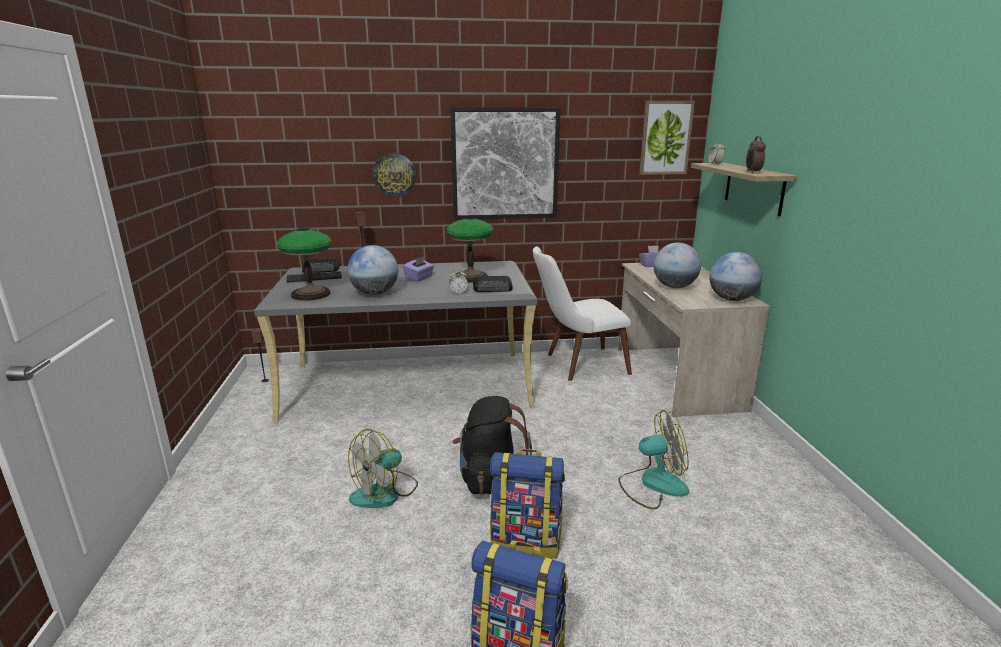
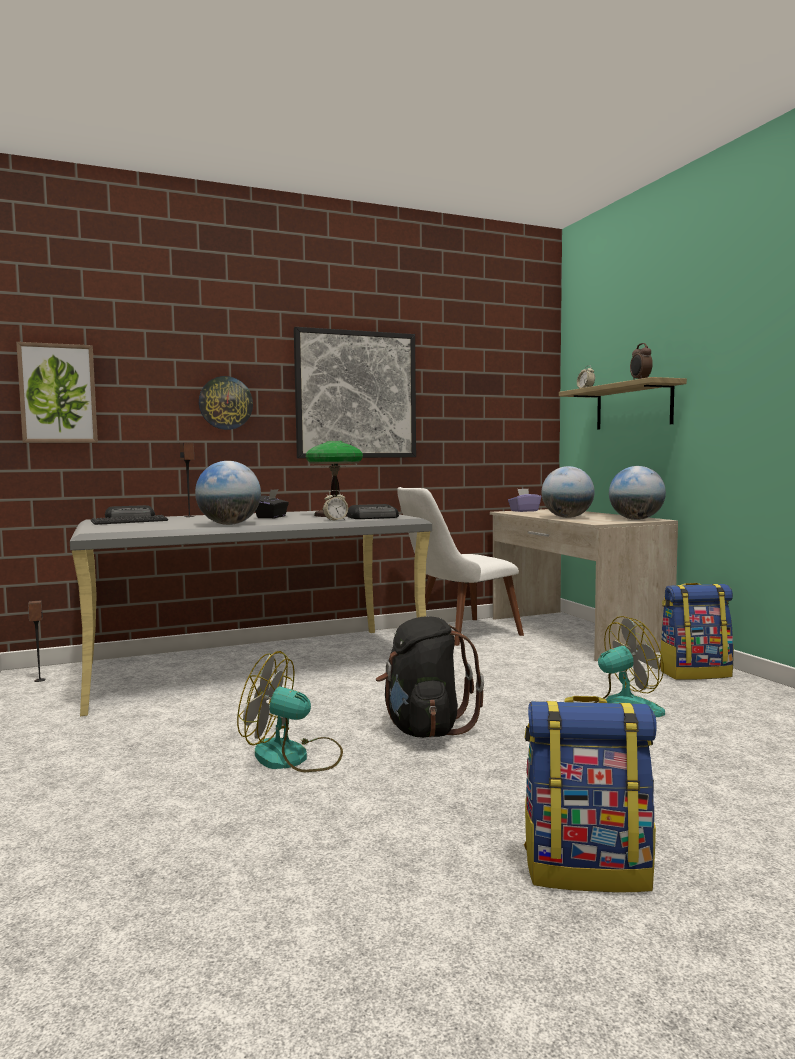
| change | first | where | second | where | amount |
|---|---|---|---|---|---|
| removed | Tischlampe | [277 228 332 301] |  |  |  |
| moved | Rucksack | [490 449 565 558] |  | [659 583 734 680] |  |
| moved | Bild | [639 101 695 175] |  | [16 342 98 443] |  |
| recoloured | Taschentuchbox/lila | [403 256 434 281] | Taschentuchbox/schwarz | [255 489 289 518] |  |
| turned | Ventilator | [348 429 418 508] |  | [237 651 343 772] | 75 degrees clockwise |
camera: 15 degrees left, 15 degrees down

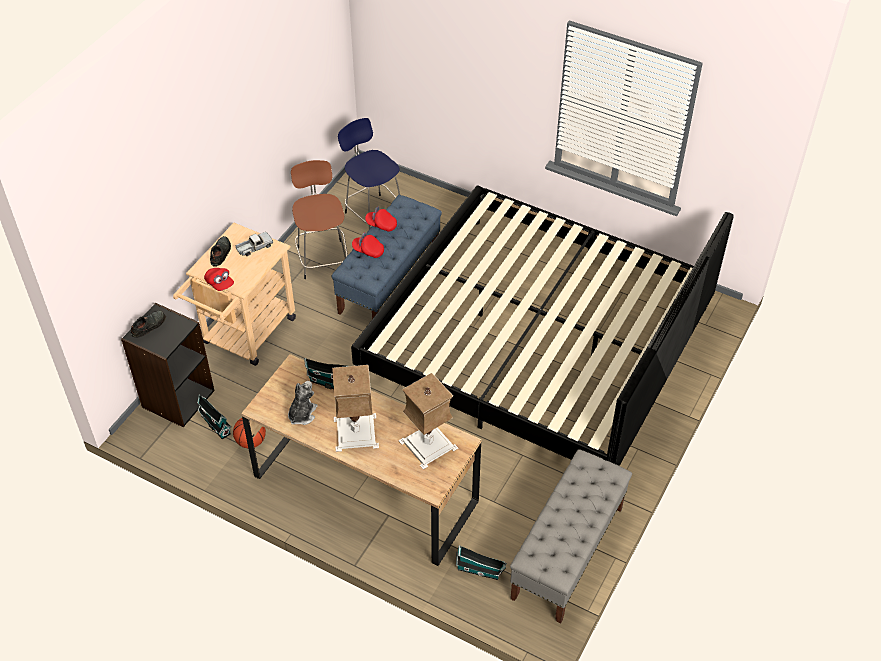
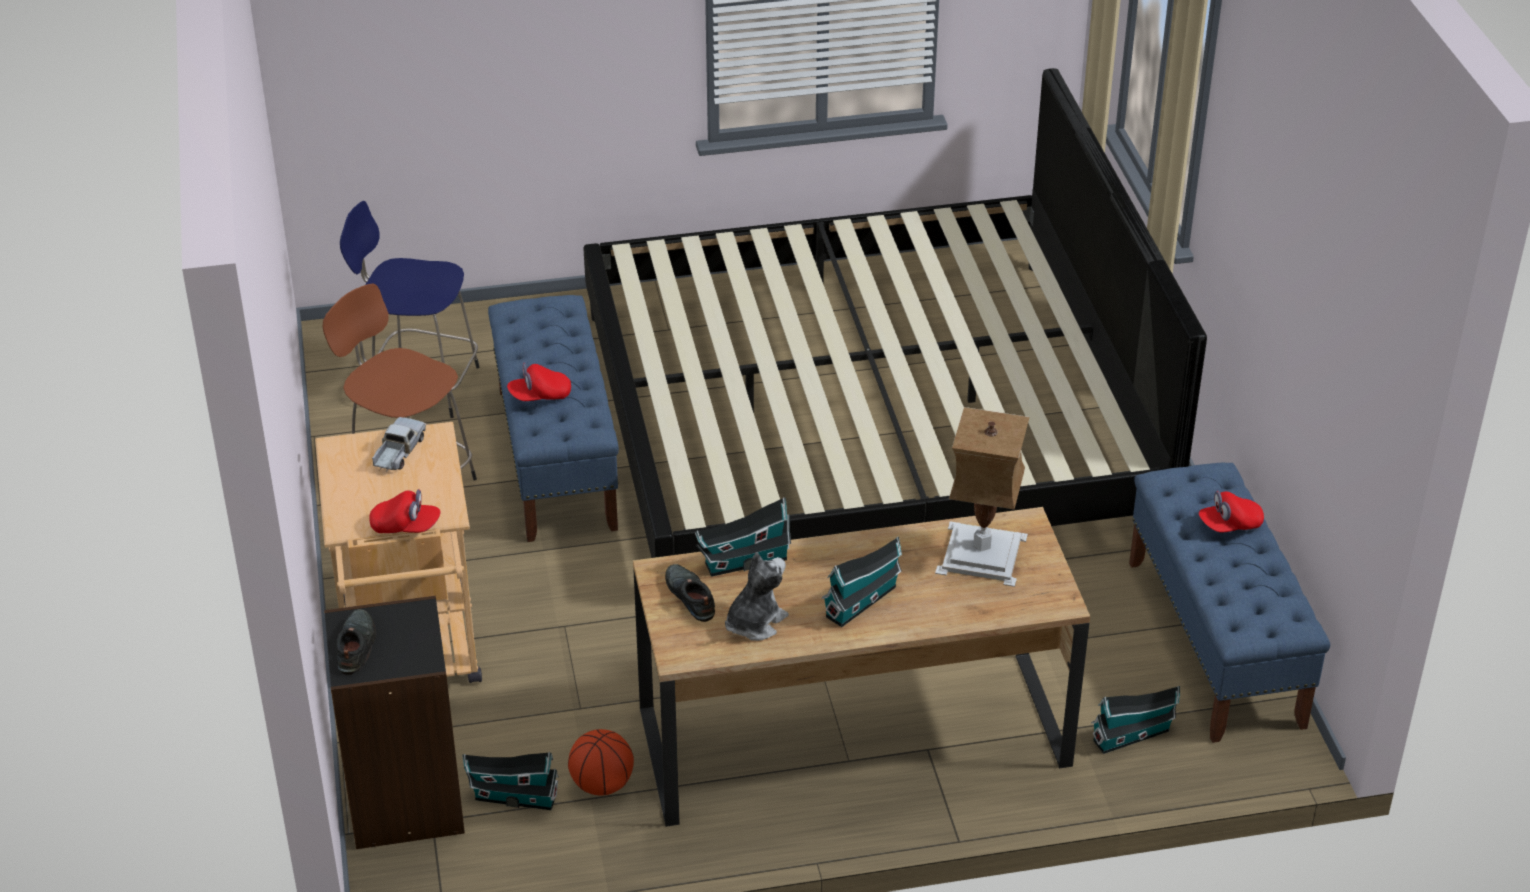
| change | first | where | second | where | amount |
|---|---|---|---|---|---|
| moved | Schuh/schwarz | [210 236 231 267] |  | [665 564 715 622] |  |
| moved | Kappe/rot | [365 207 397 232] |  | [1199 491 1264 533] |  |
| replaced | Tischlampe | [332 365 379 452] | Spielzeughaus | [821 537 902 627] |  |
| recoloured | Bank/grau | [510 449 632 624] | Bank/blau | [1129 463 1330 743] |  |
| turned | Plüschtier | [288 381 318 425] |  | [725 552 789 641] | 60 degrees clockwise |
camera: 40 degrees left, 10 degrees down

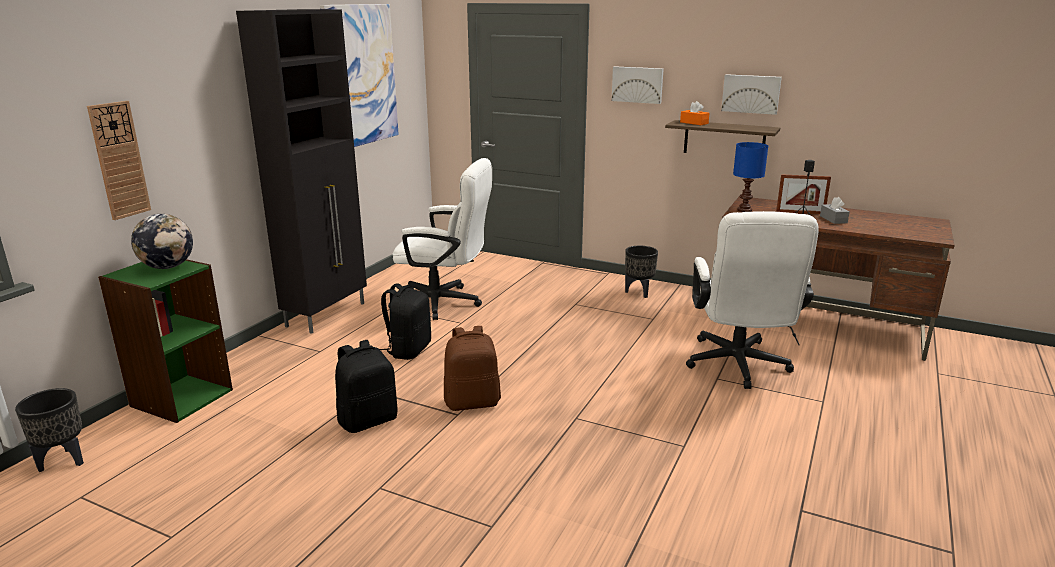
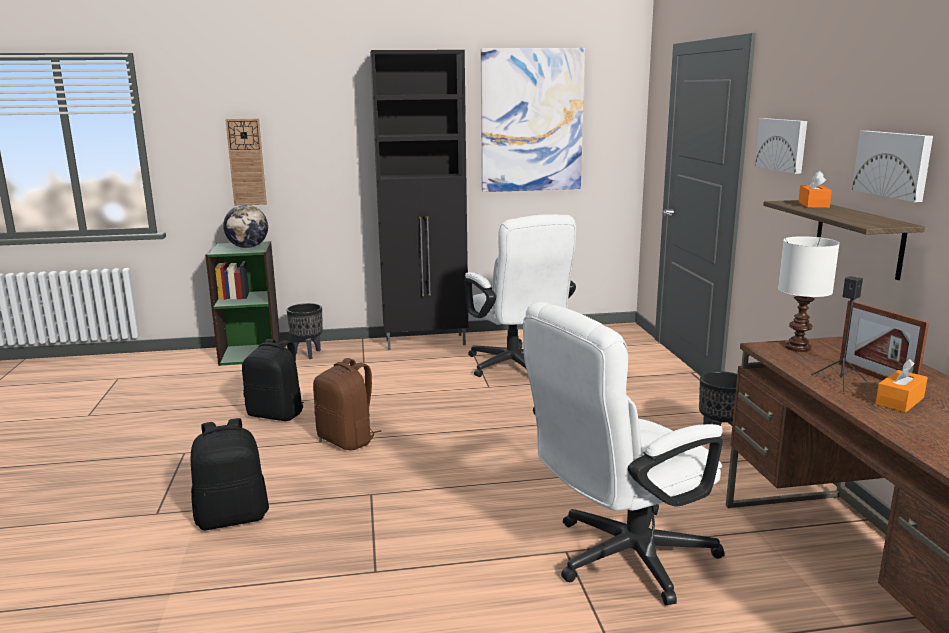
| change | first | where | second | where | amount |
|---|---|---|---|---|---|
| moved | Pflanzkübel/schwarz | [15 388 84 472] |  | [287 303 323 359] |  |
| moved | Rucksack/schwarz | [380 283 431 360] |  | [191 418 269 530] |  |
| recoloured | Tischlampe/blau | [733 142 768 212] | Tischlampe/weiß | [778 236 840 352] |  |
| recoloured | Taschentuchbox/grau | [820 197 850 224] | Taschentuchbox/orange | [875 359 928 413] |  |
camera: 55 degrees right, 5 degrees down

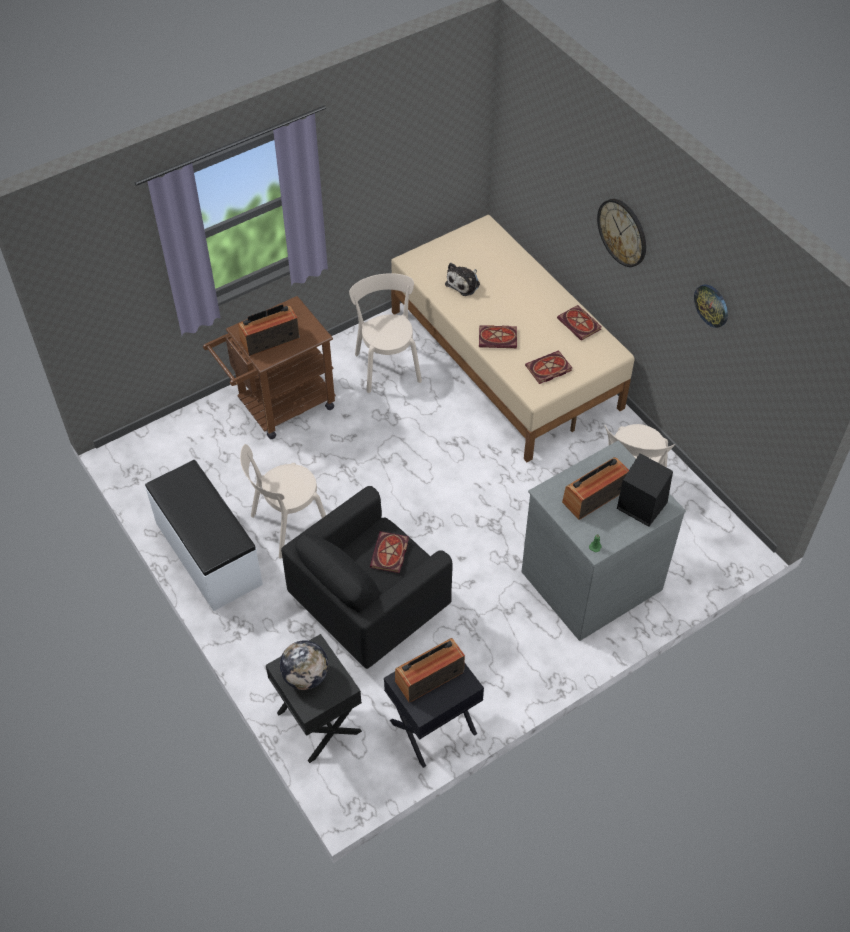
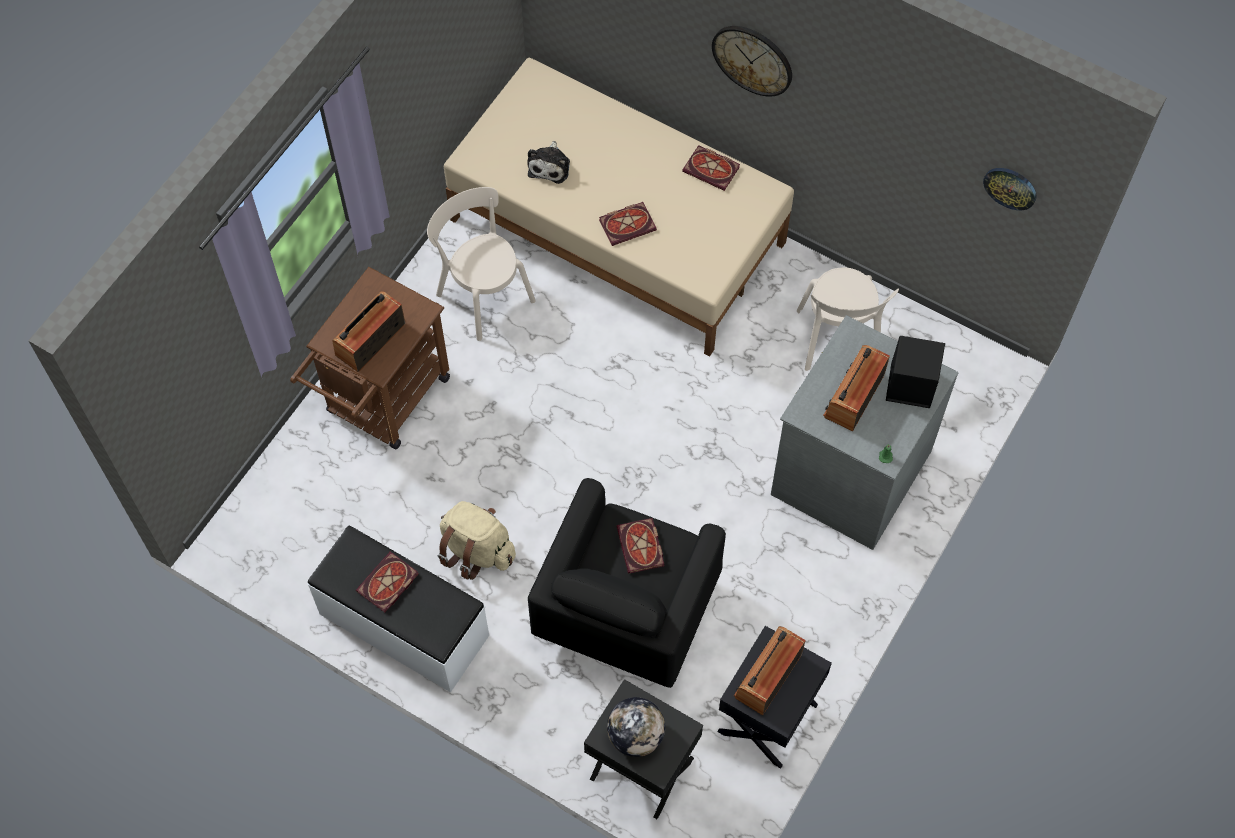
| change | first | where | second | where | amount |
|---|---|---|---|---|---|
| moved | Buch | [525 350 572 384] |  | [356 552 418 612] |  |
| moved | Wanduhr | [694 284 728 328] |  | [983 168 1037 210] |  |
| replaced | Stuhl/beige | [240 444 326 559] | Rucksack/beige | [438 501 516 580] |  |
camera: 25 degrees left, 10 degrees up

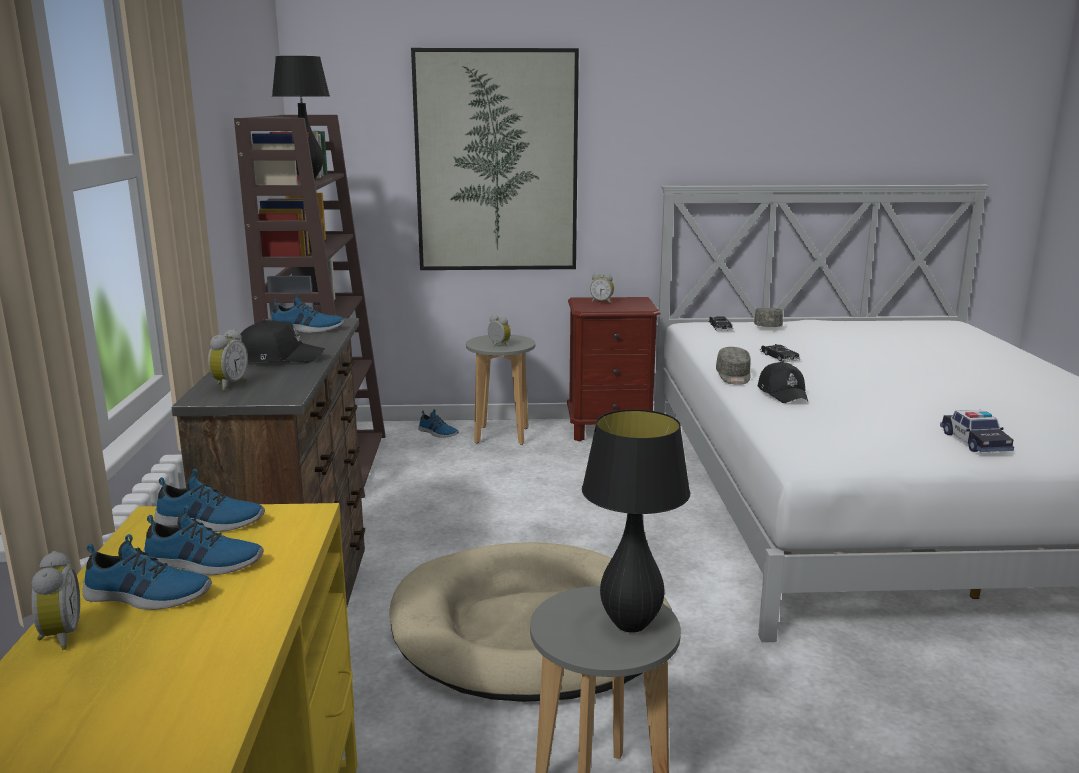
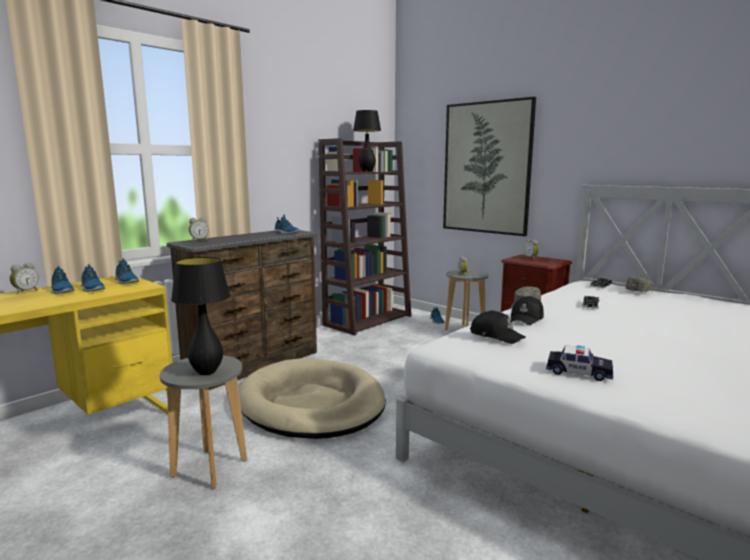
| change | first | where | second | where | amount |
|---|---|---|---|---|---|
| moved | Kappe/schwarz | [241 320 325 363] |  | [470 310 526 344] |  |
| turned | Spielzeugauto | [940 410 1014 452] |  | [546 345 613 381] | 105 degrees counterclockwise |
camera: 45 degrees right, 5 degrees down

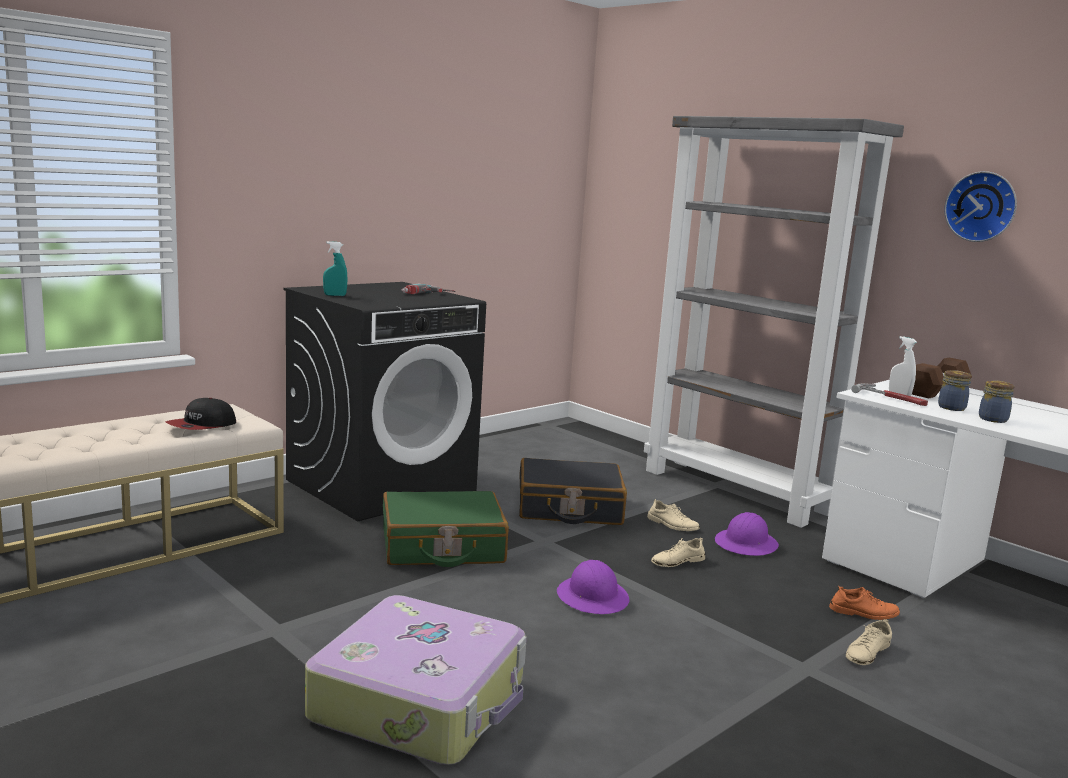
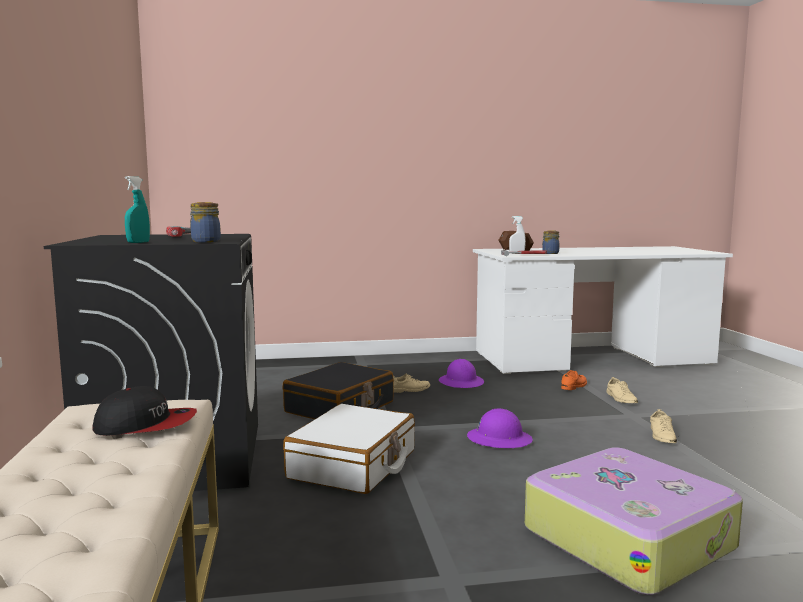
| change | first | where | second | where | amount |
|---|---|---|---|---|---|
| removed | Bücherregal/grau | [644 116 904 528] |  |  |  |
| removed | Wanduhr | [944 171 1017 242] |  |  |  |
| moved | Schuh/beige | [651 537 705 567] |  | [650 409 677 443] |  |
| moved | Vorratsglas | [979 380 1015 423] |  | [190 202 221 243] |  |
| recoloured | Koffer/grün | [383 491 509 567] | Koffer/weiß | [283 404 415 494] |  |
| turned | Kappe | [165 398 236 430] |  | [92 386 197 436] | 75 degrees counterclockwise |
camera: 55 degrees left, 5 degrees down

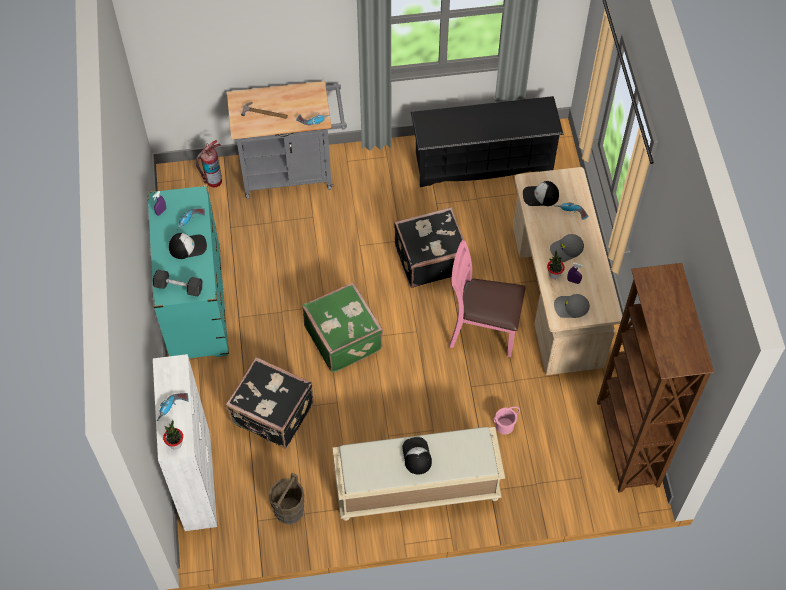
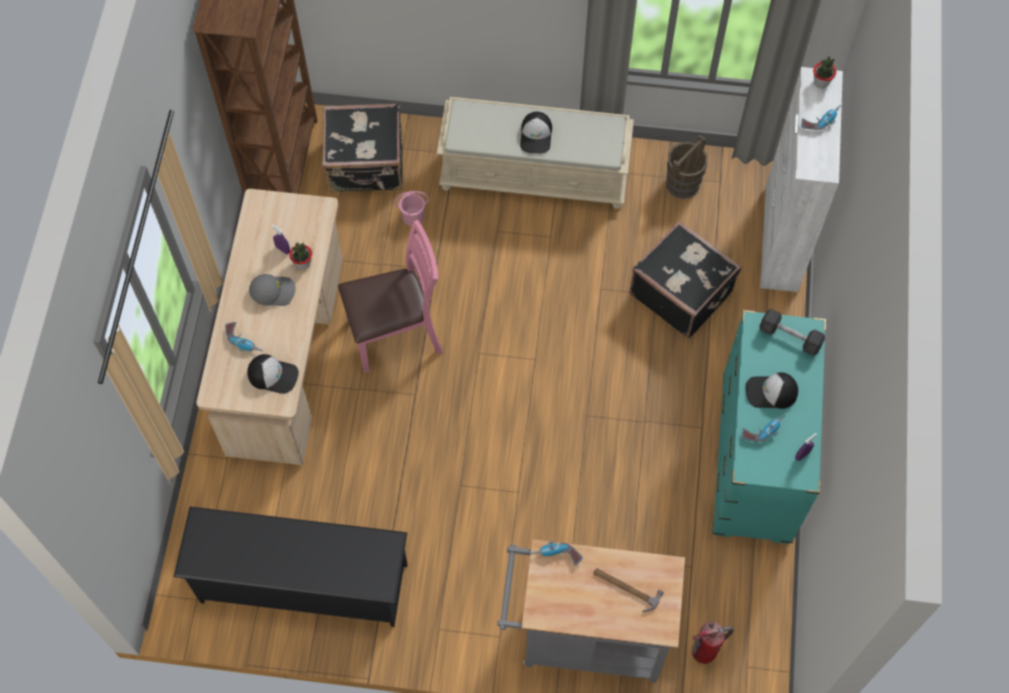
| change | first | where | second | where | amount |
|---|---|---|---|---|---|
| removed | Koffer/grün | [302 282 383 373] |  |  |  |
| removed | Kappe/grau | [554 294 590 318] |  |  |  |
| moved | Koffer/schwarz | [394 207 465 288] |  | [322 103 403 192] |  |
| turned | Stuhl/rosa | [449 240 526 357] |  | [338 220 442 373] | 45 degrees counterclockwise |
camera: 165 degrees left, 5 degrees up

